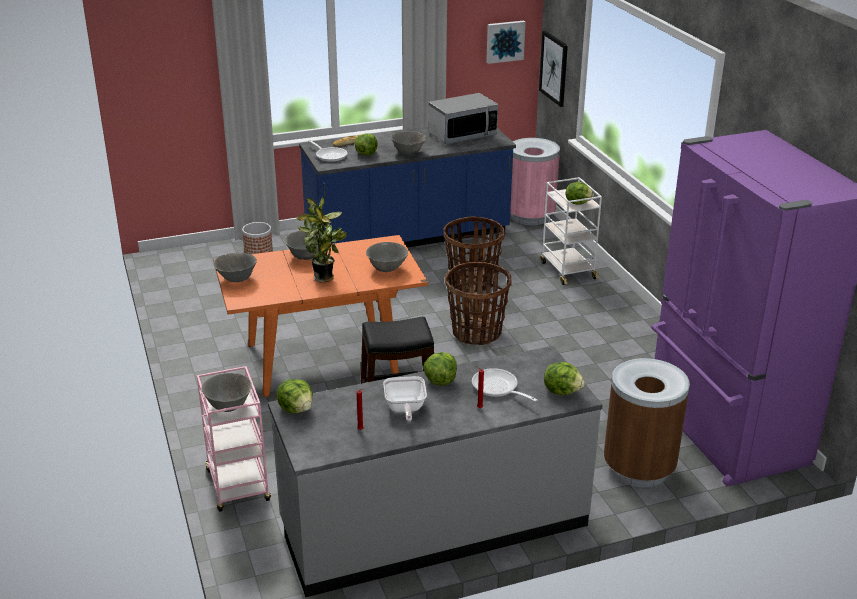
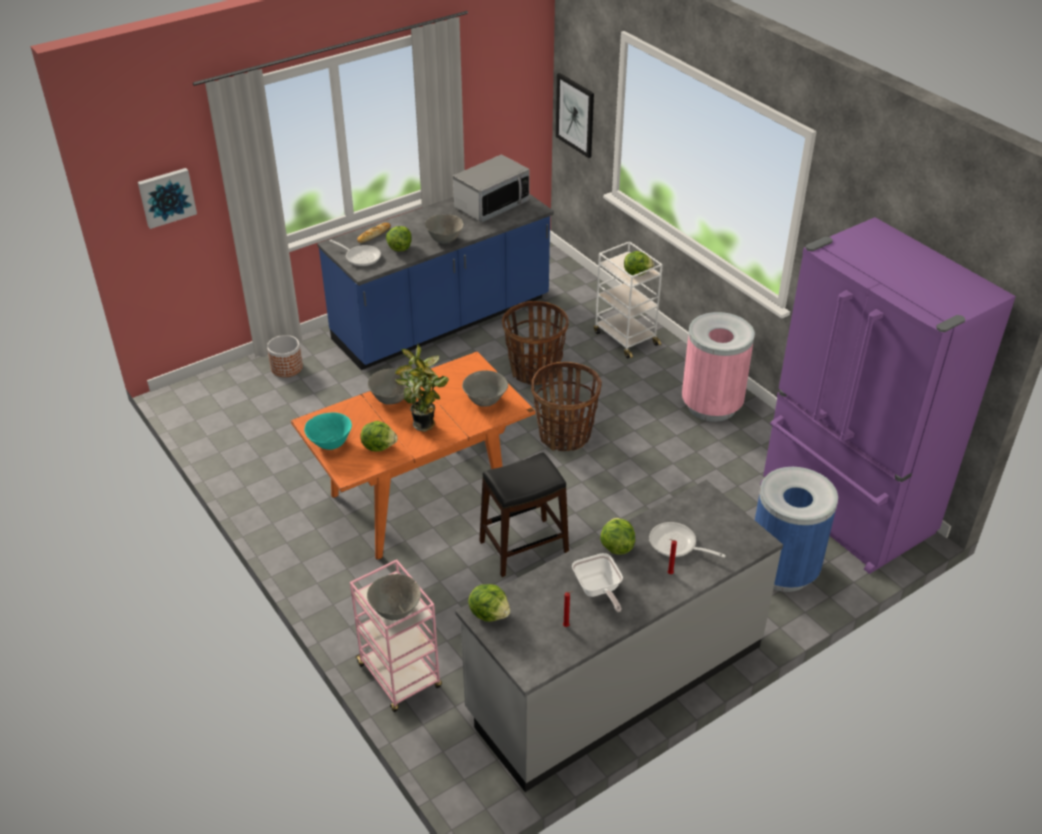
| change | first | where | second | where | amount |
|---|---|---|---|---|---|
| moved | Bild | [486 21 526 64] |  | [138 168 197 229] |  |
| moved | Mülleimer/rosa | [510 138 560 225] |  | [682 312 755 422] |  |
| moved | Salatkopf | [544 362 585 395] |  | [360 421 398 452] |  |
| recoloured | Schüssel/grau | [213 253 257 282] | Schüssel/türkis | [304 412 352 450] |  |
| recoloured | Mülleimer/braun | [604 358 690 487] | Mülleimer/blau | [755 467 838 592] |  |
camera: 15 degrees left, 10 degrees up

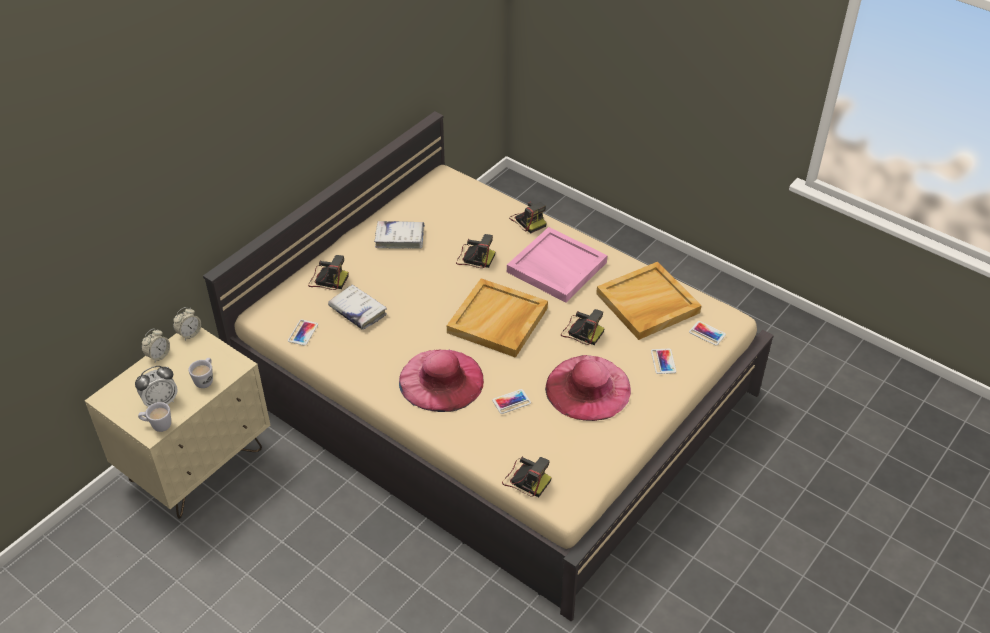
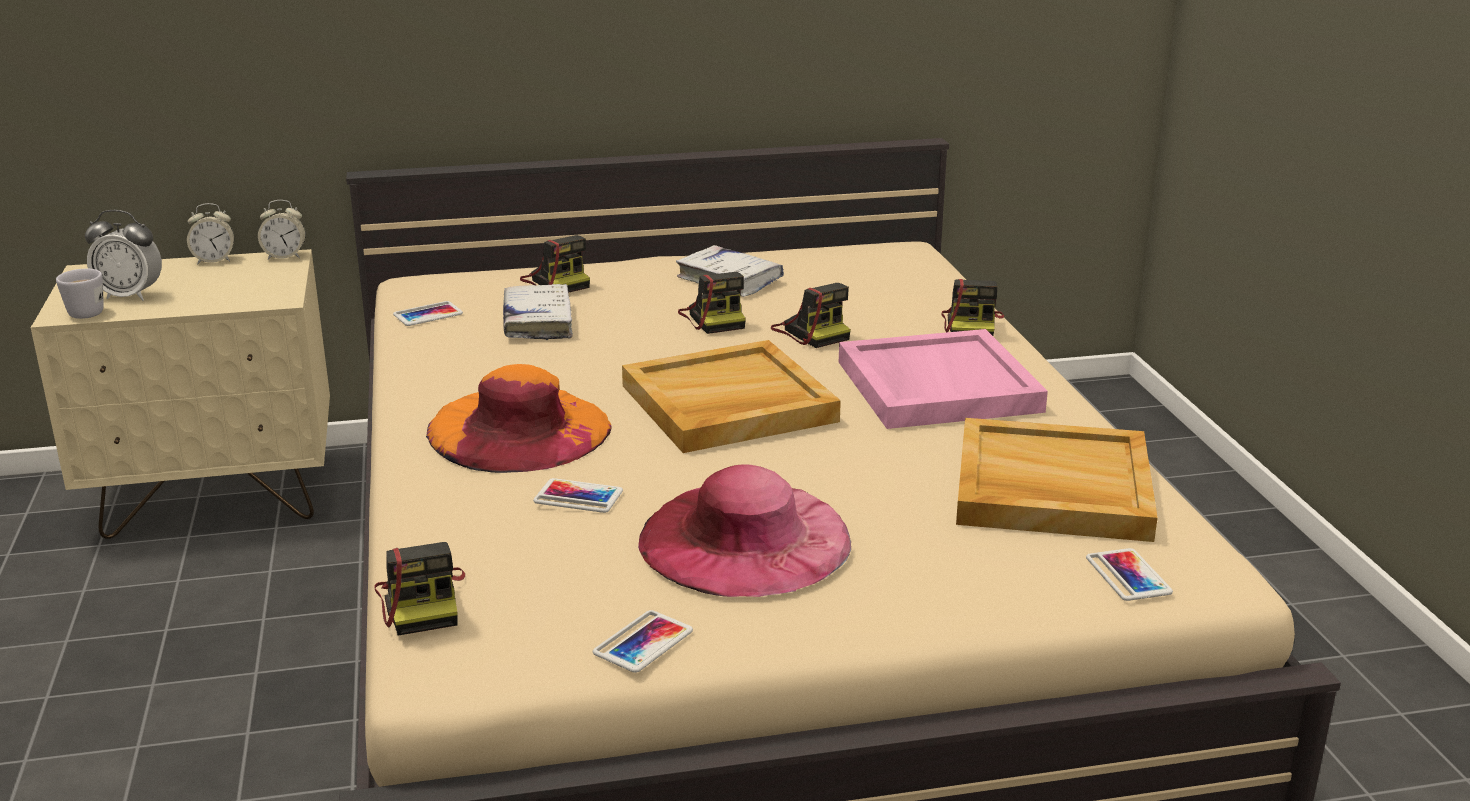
| change | first | where | second | where | amount |
|---|---|---|---|---|---|
| removed | Henkelbecher/weiß | [189 358 213 388] |  |  |  |
| moved | Kamera | [561 309 605 345] |  | [678 272 746 334] |  |
| moved | Handy | [651 349 676 374] |  | [593 610 693 673] |  |
| recoloured | Hut/rosa | [399 349 484 412] | Hut/orange | [426 364 611 473] |  |
camera: 40 degrees right, 20 degrees down

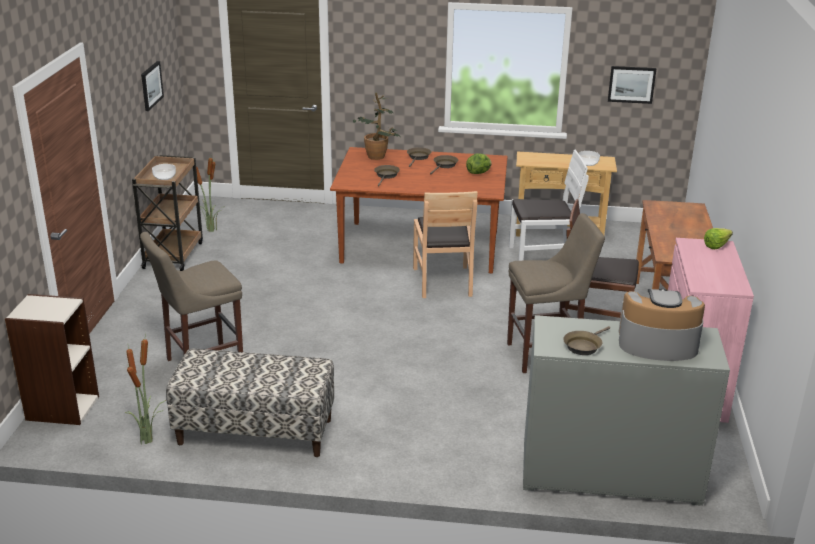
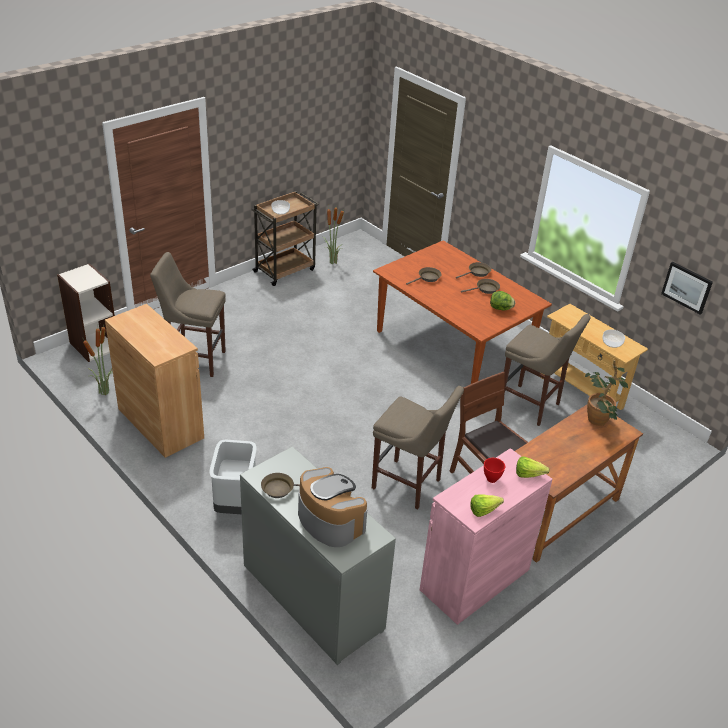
| change | first | where | second | where | amount |
|---|---|---|---|---|---|
| removed | Bild | [141 61 164 111] |  |  |  |
| removed | Stuhl/braun | [413 191 478 298] |  |  |  |
| added |  |  | Mülleimer/grau | [209 440 256 514] |  |
| added |  |  | Salatkopf | [470 494 504 517] |  |
| added |  |  | Schüssel/rot | [484 458 505 483] |  |
| moved | Topfpflanze | [353 93 401 160] |  | [585 360 628 426] |  |
| replaced | Bank | [166 349 334 457] | Schrank/braun | [105 304 204 458] |  |
| replaced | Stuhl/weiß | [509 150 589 261] | Hocker/beige | [504 314 590 426] |  |
camera: 40 degrees right, 10 degrees up

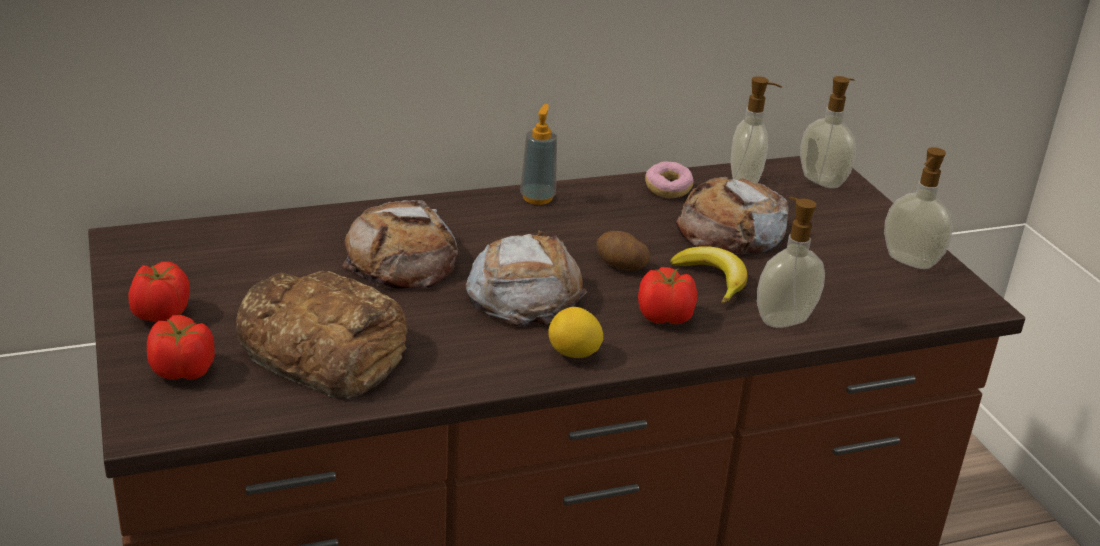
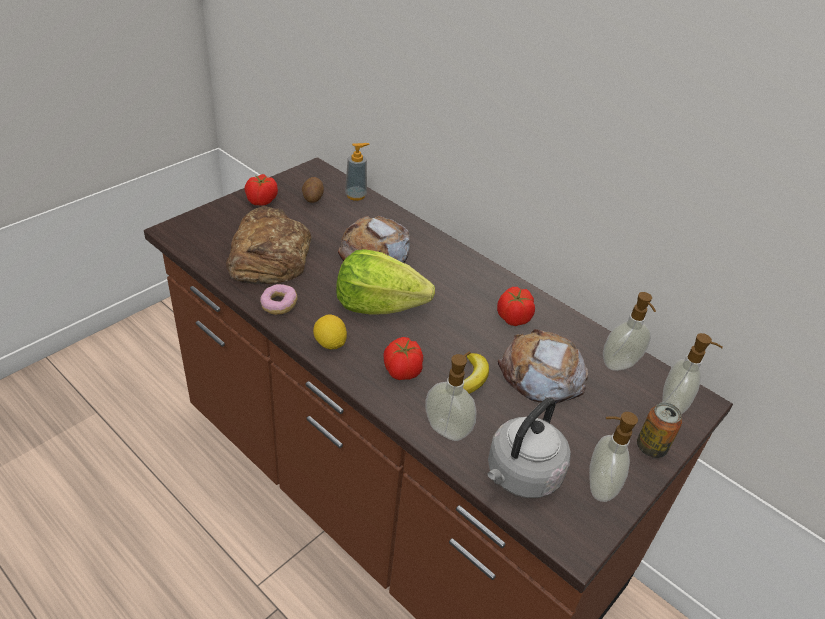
| change | first | where | second | where | amount |
|---|---|---|---|---|---|
| added |  |  | Wasserkessel/grau | [487 398 571 498] |  |
| added |  |  | Dose | [637 402 682 458] |  |
| moved | Tomate | [147 315 215 380] |  | [497 287 535 326] |  |
| moved | Seifenspender | [520 104 557 205] |  | [345 143 369 201] |  |
| moved | Kartoffel | [596 231 650 271] |  | [302 177 324 203] |  |
| moved | Donut | [645 161 694 198] |  | [260 284 297 315] |  |
| replaced | Brot | [465 231 587 327] | Salatkopf | [336 249 435 315] |  |
camera: 60 degrees right, 10 degrees up

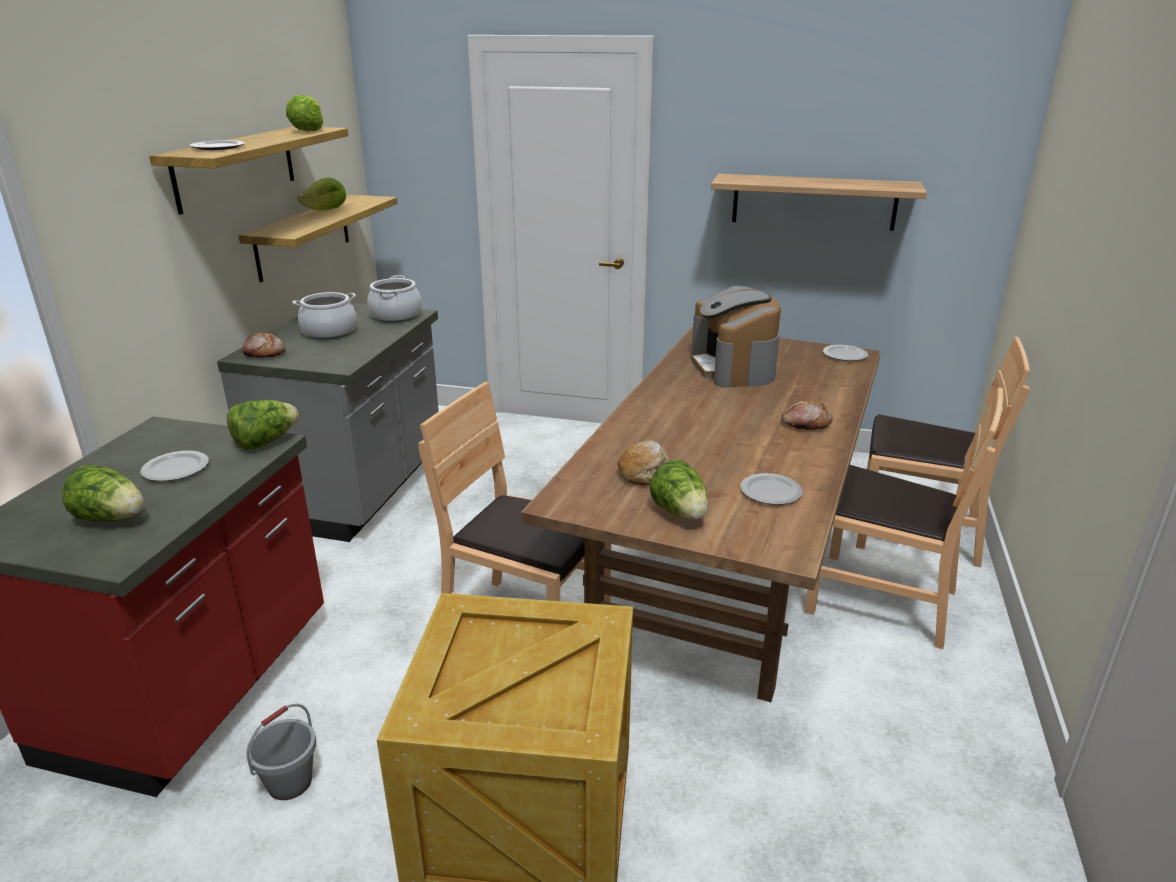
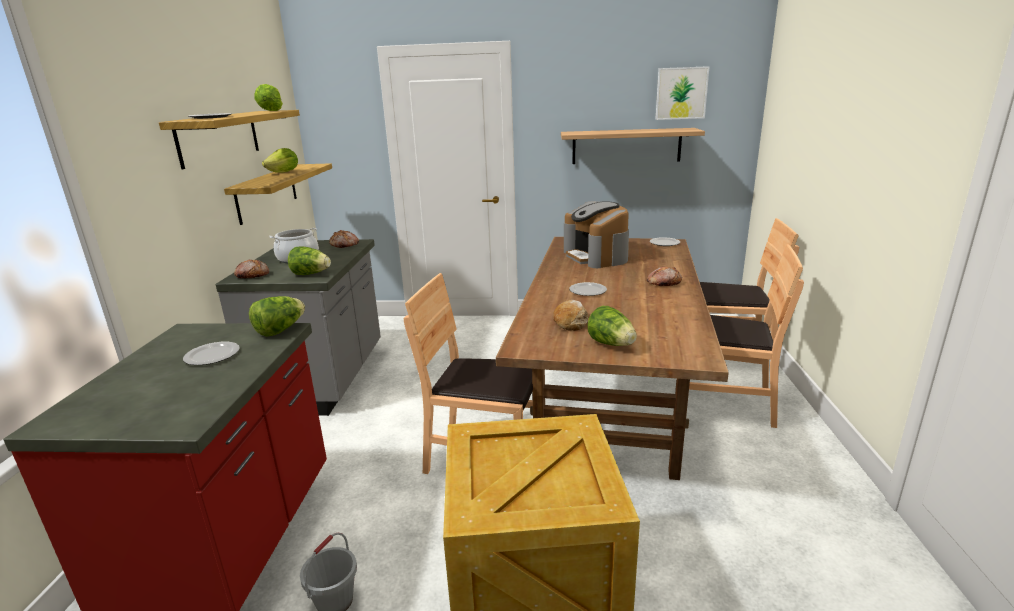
| change | first | where | second | where | amount |
|---|---|---|---|---|---|
| added |  |  | Bild | [655 66 710 120] |  |
| moved | Salatkopf | [62 464 144 522] |  | [288 247 331 275] |  |
| moved | Teller | [741 473 803 505] |  | [569 282 607 296] |  |
| replaced | Kochtopf | [367 275 422 323] | Brot | [329 230 359 248] |  |
camera: 10 degrees left, 5 degrees down

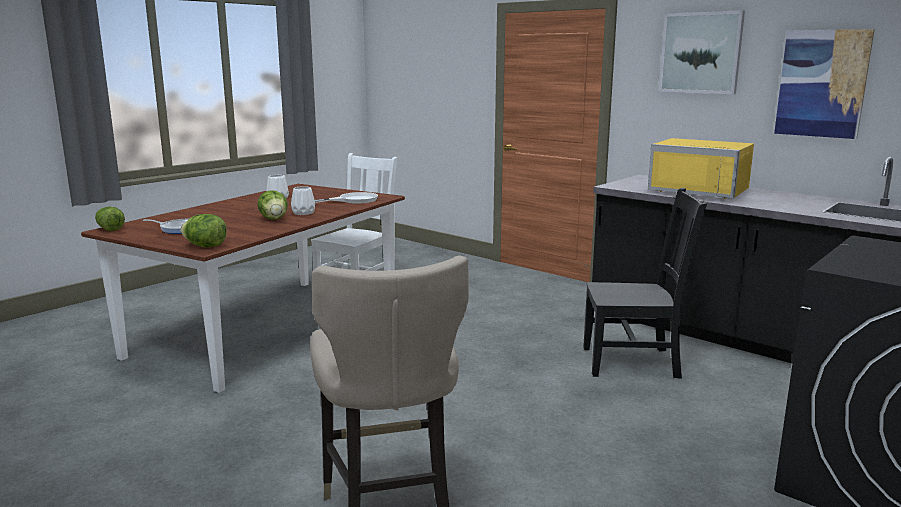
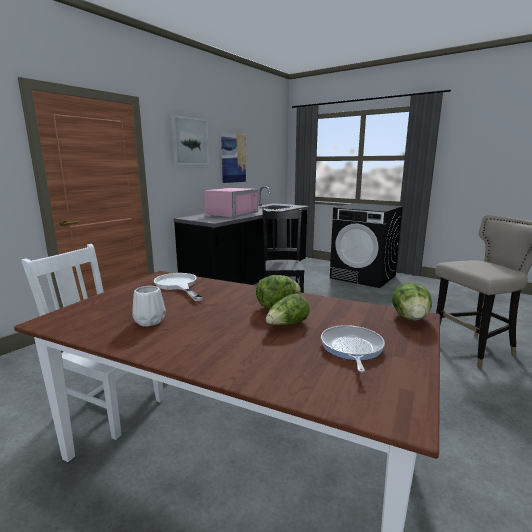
| change | first | where | second | where | amount |
|---|---|---|---|---|---|
| removed | Vase/weiß | [291 186 315 215] |  |  |  |
| moved | Salatkopf | [95 207 125 231] |  | [266 293 310 325] |  |
| recoloured | Mikrowelle/gelb | [648 138 754 199] | Mikrowelle/rosa | [204 188 258 218] |  |
camera: 95 degrees left, 0 degrees up

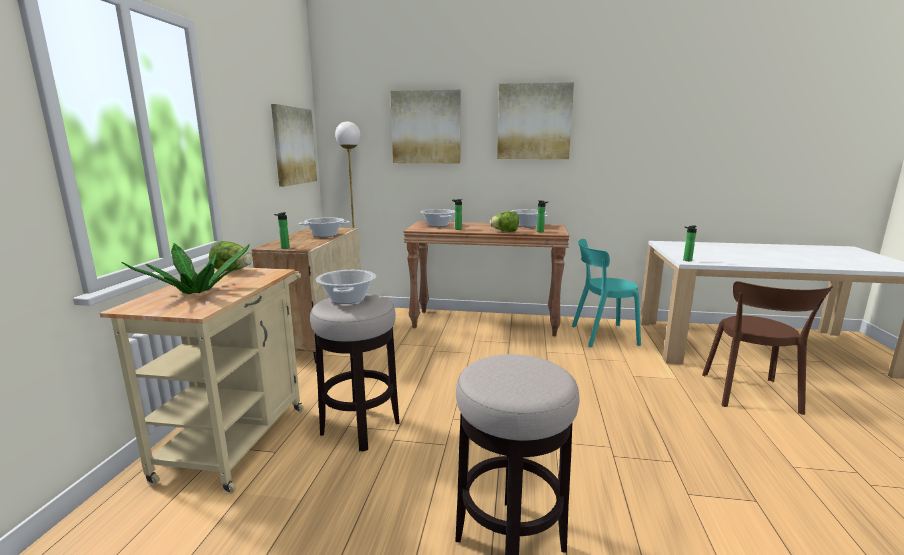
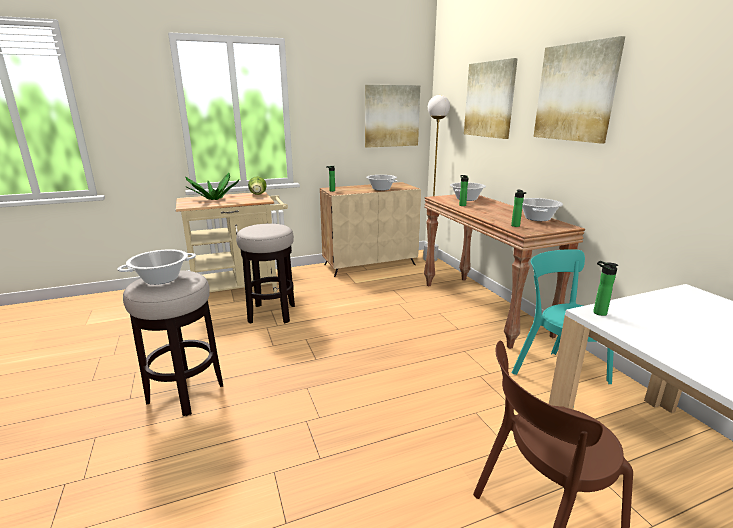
| change | first | where | second | where | amount |
|---|---|---|---|---|---|
| removed | Salatkopf | [490 211 519 232] |  |  |  |
| moved | Kochtopf | [316 270 376 304] |  | [117 249 196 285] |  |
camera: 60 degrees right, 5 degrees up

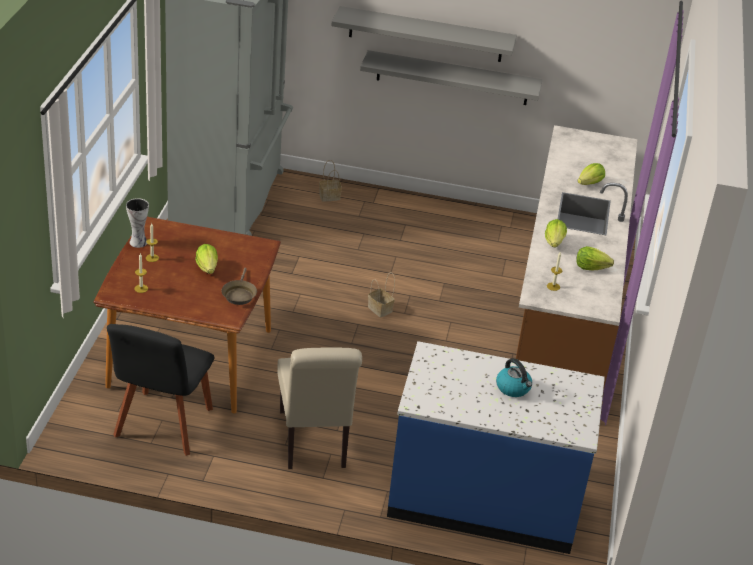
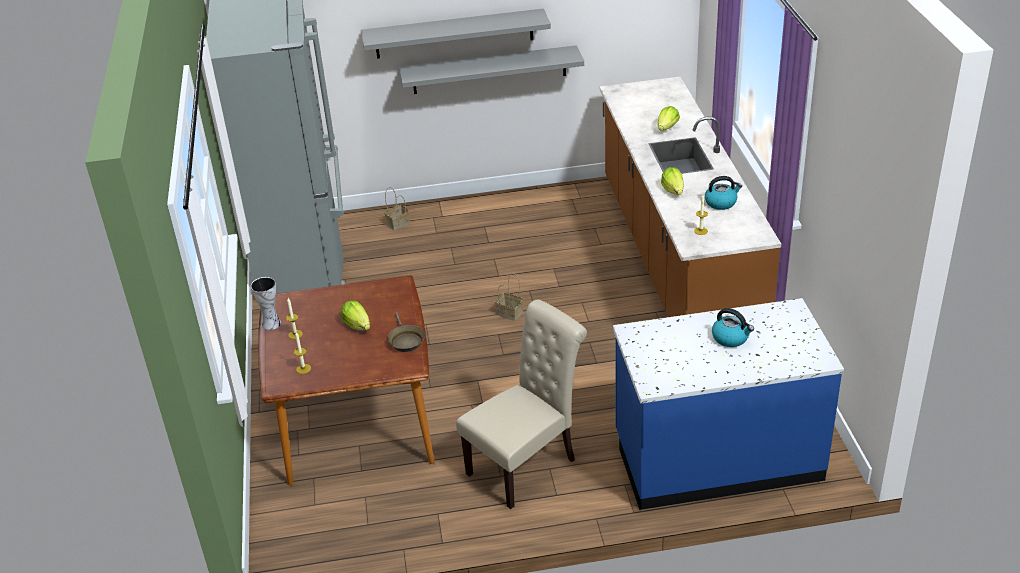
| change | first | where | second | where | amount |
|---|---|---|---|---|---|
| removed | Stuhl/schwarz | [107 324 215 456] |  |  |  |
| replaced | Salatkopf | [576 246 614 270] | Wasserkessel | [705 176 742 210] |  |
| turned | Stuhl/beige | [277 347 362 469] |  | [456 300 587 509] | 105 degrees counterclockwise |
camera: 15 degrees left, 0 degrees up

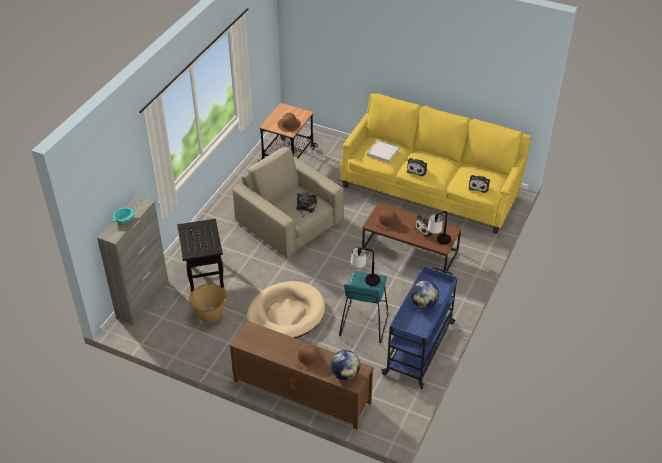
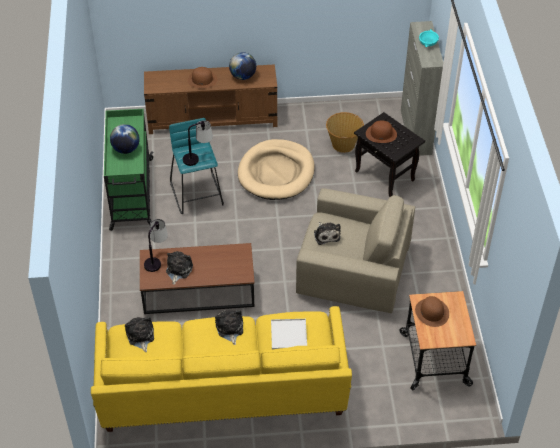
| change | first | where | second | where | amount |
|---|---|---|---|---|---|
| moved | Globus | [330 350 360 380] |  | [229 52 256 80] |  |
| moved | Hut/braun | [375 209 401 230] |  | [366 120 397 143] |  |
| recoloured | Rollwagen/blau | [381 266 458 389] | Rollwagen/grün | [104 109 154 231] |  |
camera: 150 degrees right, 5 degrees up

